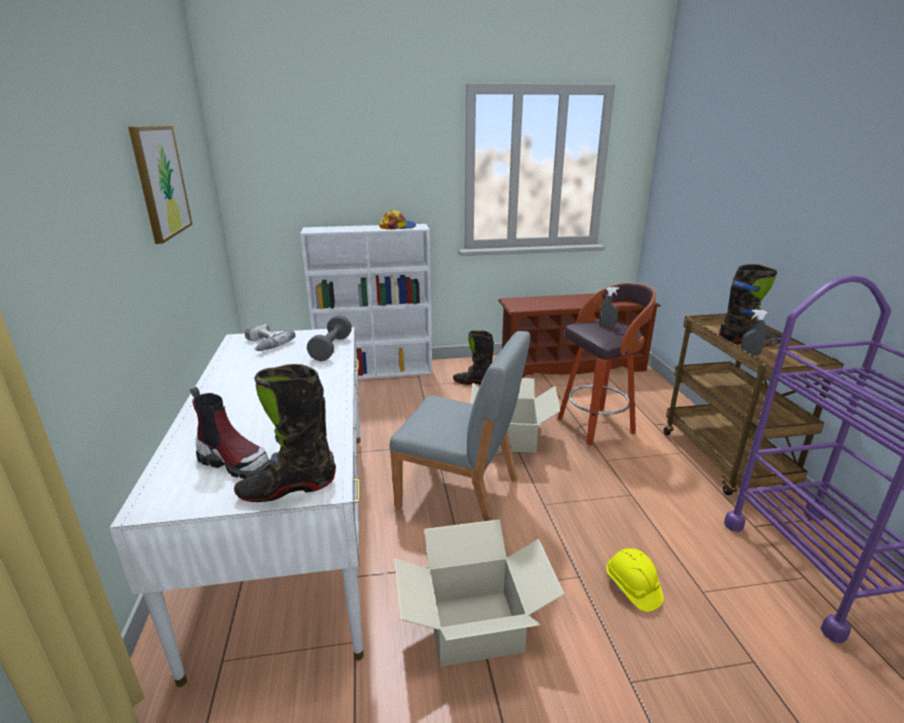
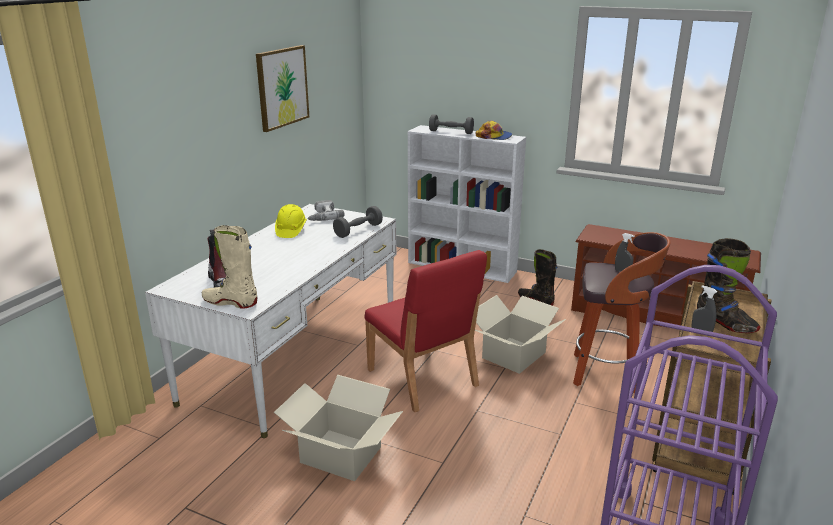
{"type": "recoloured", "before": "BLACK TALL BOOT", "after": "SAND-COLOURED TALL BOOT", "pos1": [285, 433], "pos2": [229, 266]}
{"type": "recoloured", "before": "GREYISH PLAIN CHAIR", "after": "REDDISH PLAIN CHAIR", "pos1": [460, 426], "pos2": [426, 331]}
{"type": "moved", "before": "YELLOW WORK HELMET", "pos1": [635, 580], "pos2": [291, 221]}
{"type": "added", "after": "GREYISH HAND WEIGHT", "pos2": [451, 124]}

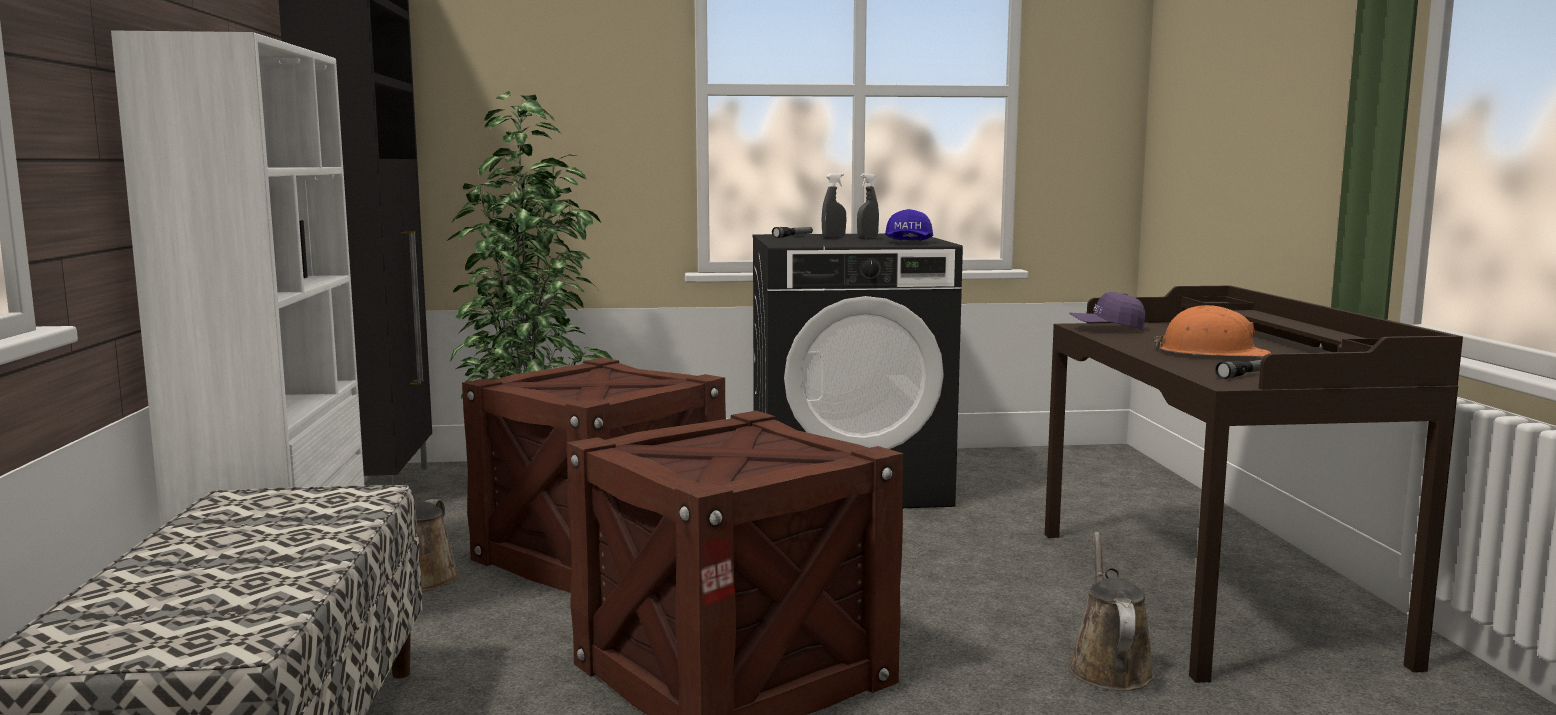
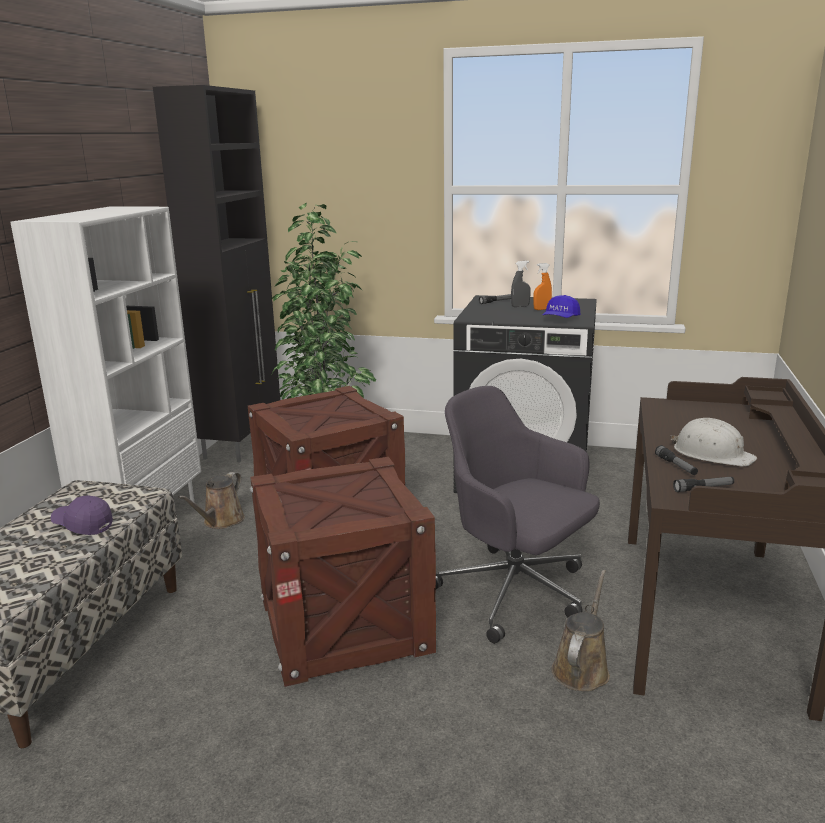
{"type": "recoloured", "before": "GREYISH SPRAY BOTTLE", "after": "ORANGE-COLOURED SPRAY BOTTLE", "pos1": [868, 206], "pos2": [542, 286]}
{"type": "moved", "before": "PURPLE PEAKED CAP", "pos1": [1107, 311], "pos2": [82, 515]}
{"type": "recoloured", "before": "ORANGE-COLOURED WORK HELMET", "after": "WHITE WORK HELMET", "pos1": [1212, 331], "pos2": [714, 442]}
{"type": "added", "after": "GREYISH OFFICE CHAIR", "pos2": [517, 515]}
{"type": "added", "after": "HAND TORCH", "pos2": [676, 460]}

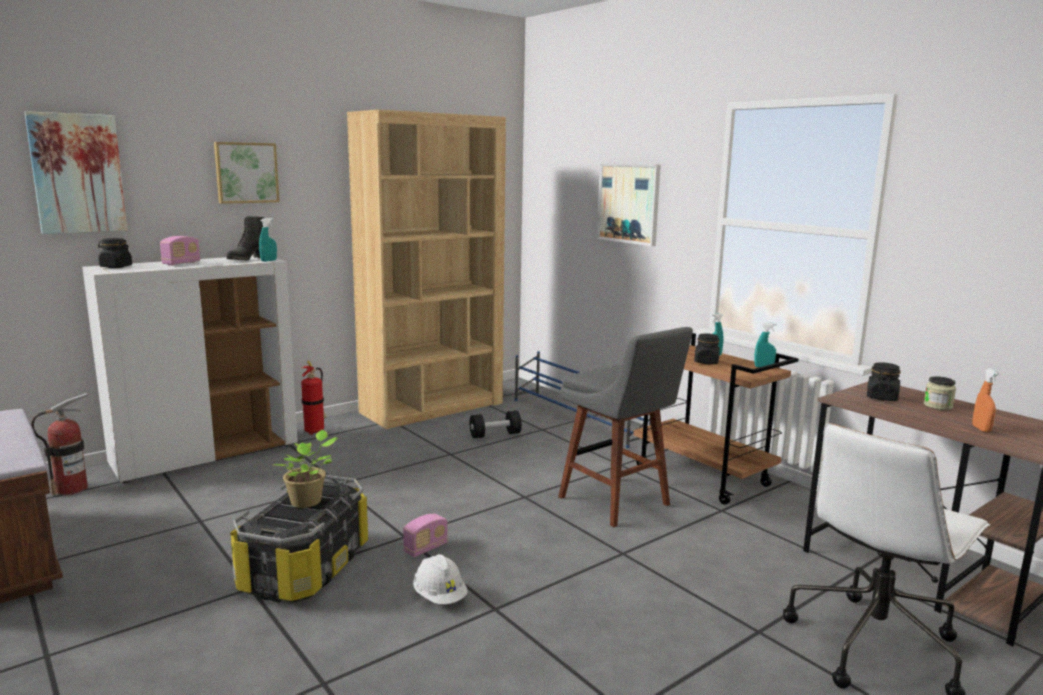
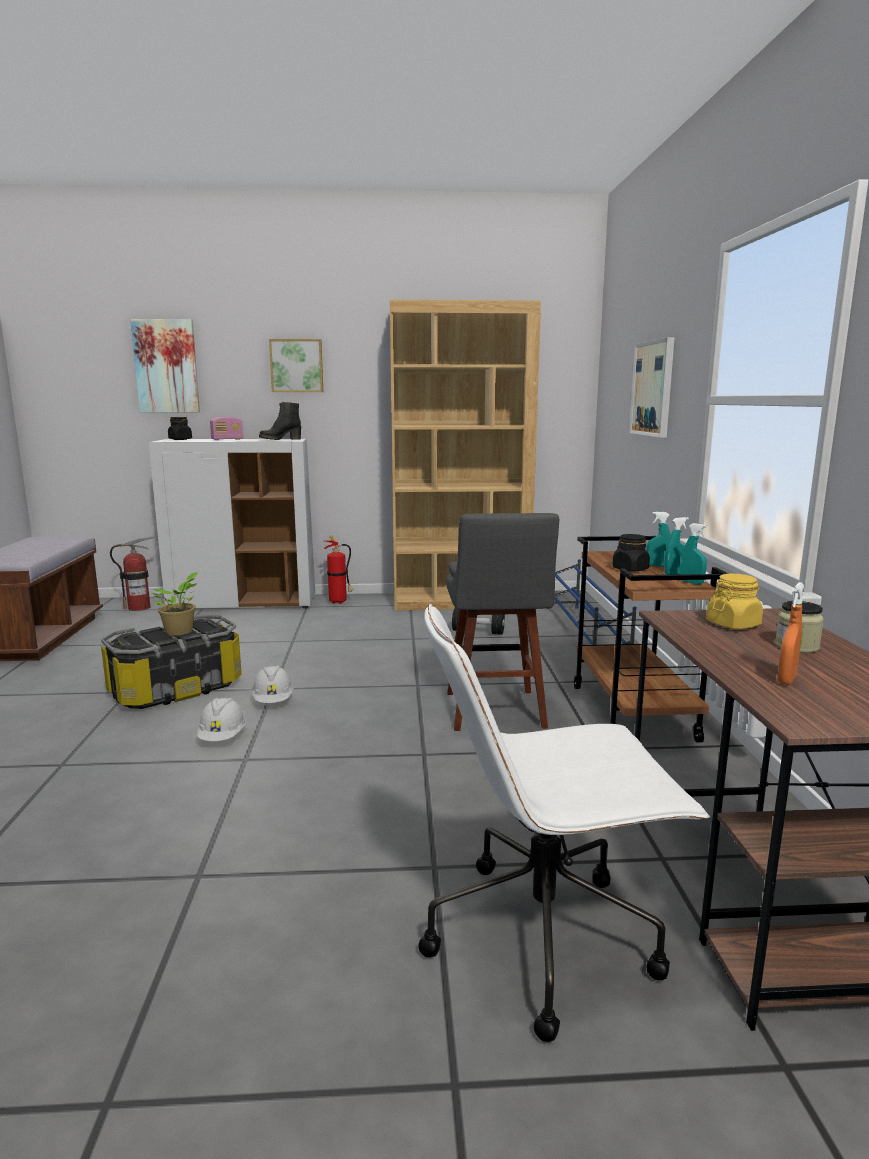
{"type": "moved", "before": "TURQUOISE-COLOURED SPRAY BOTTLE", "pos1": [268, 240], "pos2": [676, 546]}
{"type": "replaced", "before": "RADIO", "after": "WHITE WORK HELMET", "pos1": [425, 535], "pos2": [273, 684]}
{"type": "recoloured", "before": "BLACK PRESERVE JAR", "after": "YELLOW PRESERVE JAR", "pos1": [884, 381], "pos2": [734, 602]}

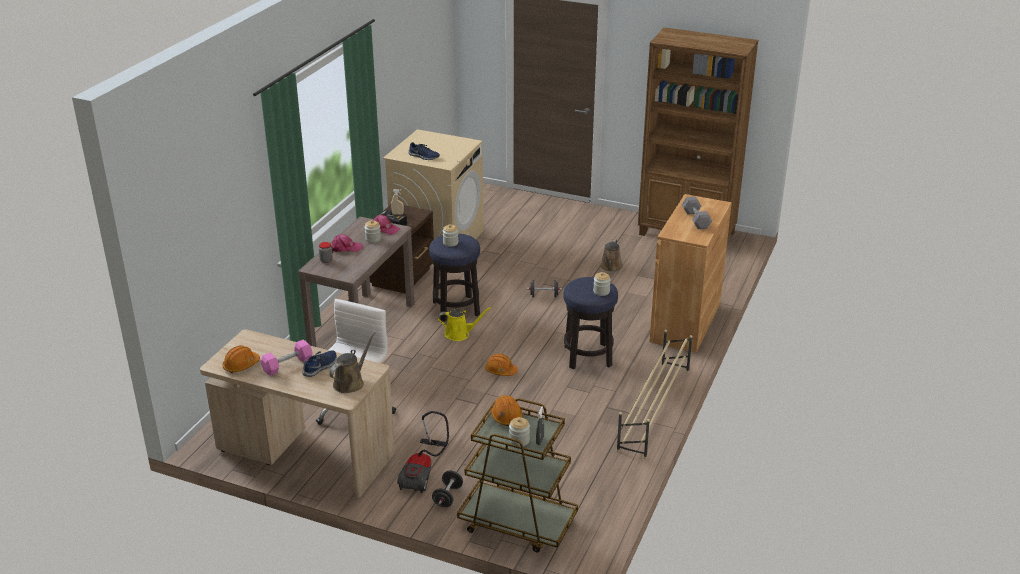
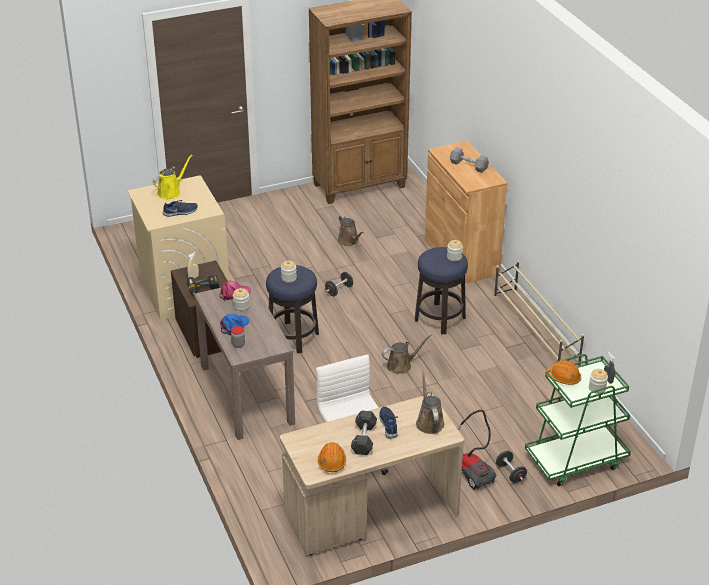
{"type": "recoloured", "before": "PINKISH HAND WEIGHT", "after": "GREYISH HAND WEIGHT", "pos1": [286, 358], "pos2": [364, 432]}
{"type": "recoloured", "before": "PINKISH PEAKED CAP", "after": "BLUE PEAKED CAP", "pos1": [347, 243], "pos2": [234, 324]}
{"type": "moved", "before": "YELLOW SPRINKLING CAN", "pos1": [465, 324], "pos2": [173, 177]}
{"type": "recoloured", "before": "BROWN WHEELED CART", "after": "GREENISH WHEELED CART", "pos1": [517, 475], "pos2": [578, 420]}
{"type": "replaced", "before": "ORANGE-COLOURED WORK HELMET", "after": "BROWN SPRINKLING CAN", "pos1": [501, 365], "pos2": [407, 354]}

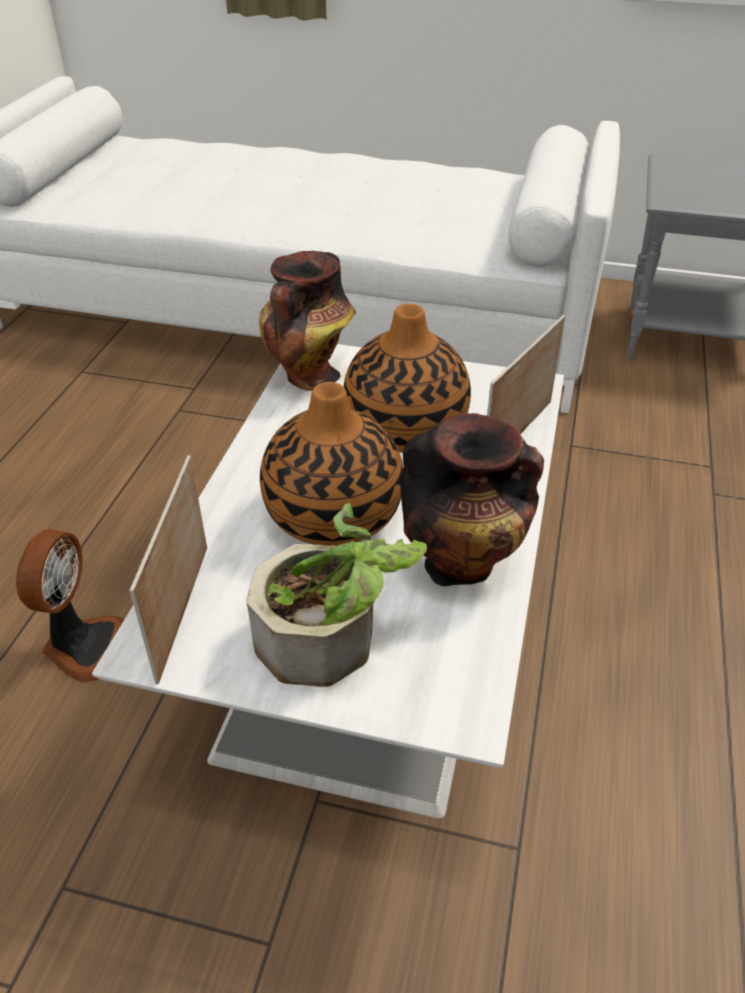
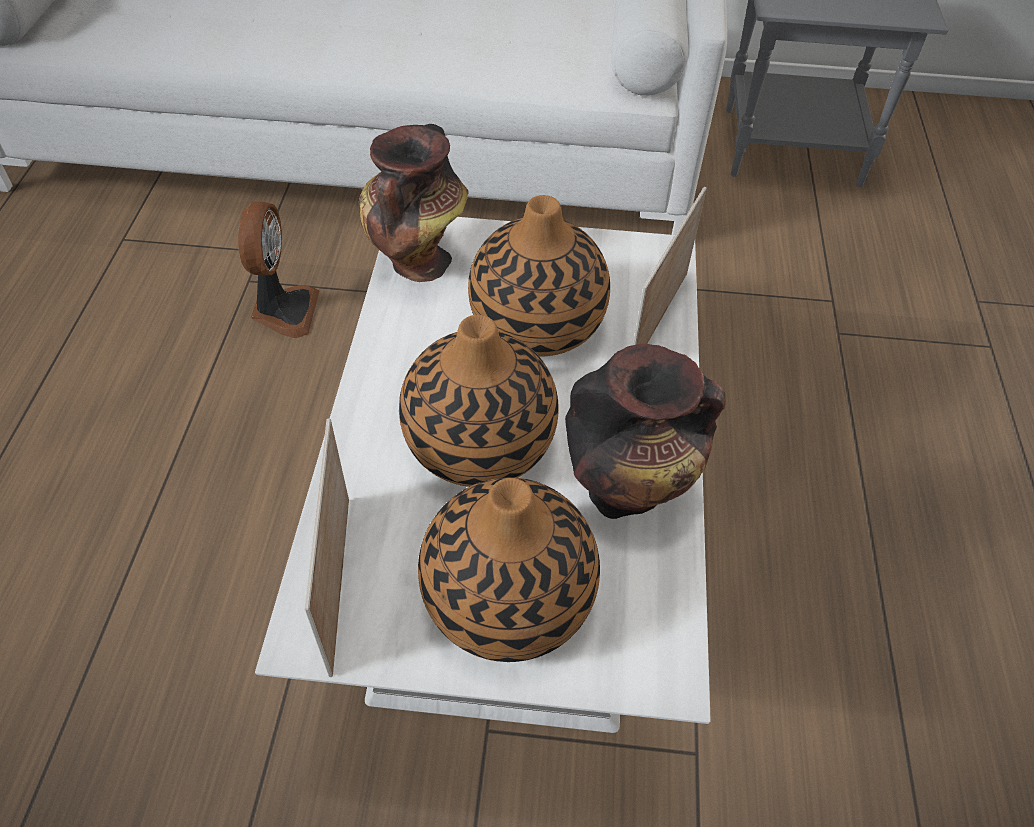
{"type": "moved", "before": "COOLING FAN", "pos1": [70, 606], "pos2": [279, 270]}
{"type": "replaced", "before": "HOUSEPLANT", "after": "FLOWER VASE", "pos1": [337, 595], "pos2": [509, 569]}

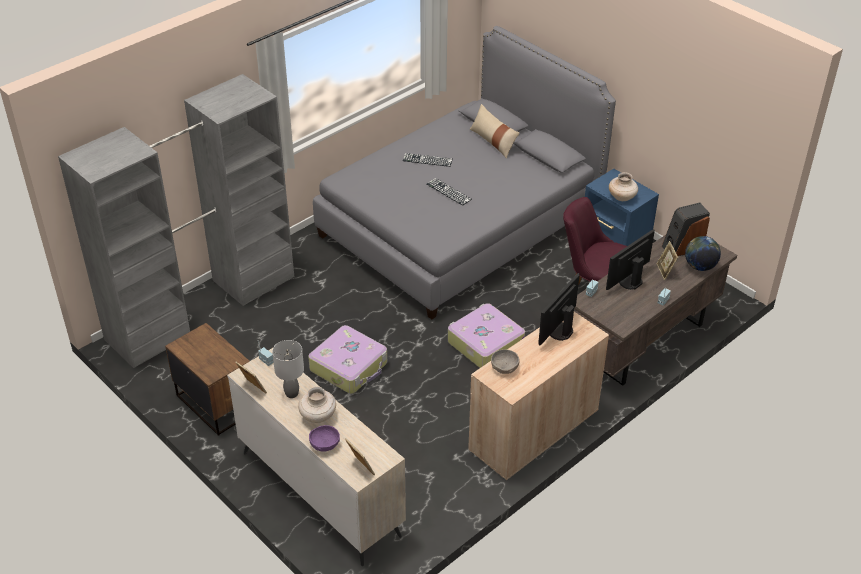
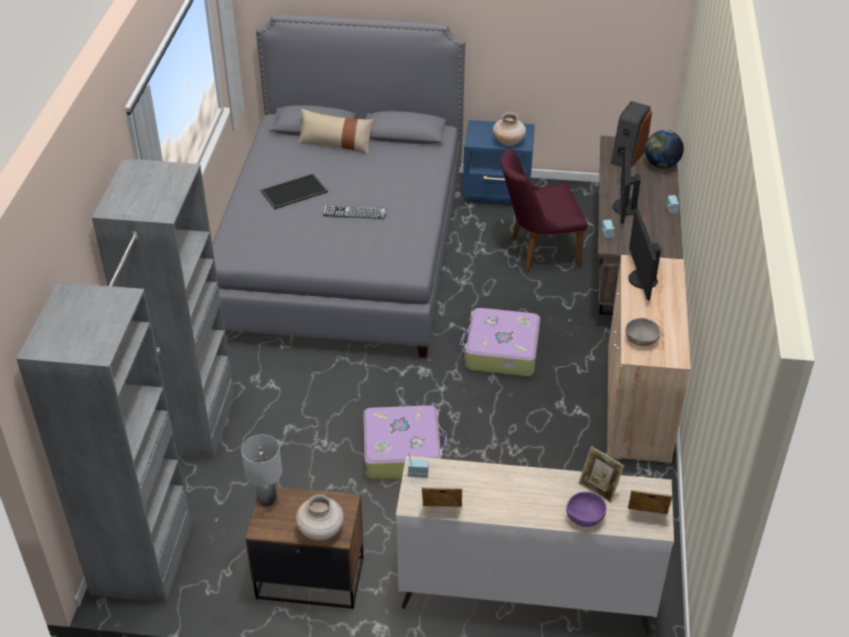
{"type": "moved", "before": "GREYISH TABLETOP LAMP", "pos1": [288, 369], "pos2": [261, 470]}
{"type": "moved", "before": "SAND-COLOURED FLOWER VASE", "pos1": [317, 405], "pos2": [320, 517]}
{"type": "replaced", "before": "KEYBOARD", "after": "SERVING TRAY", "pos1": [428, 160], "pos2": [294, 191]}
{"type": "moved", "before": "PICTURE FRAME", "pos1": [667, 260], "pos2": [601, 474]}

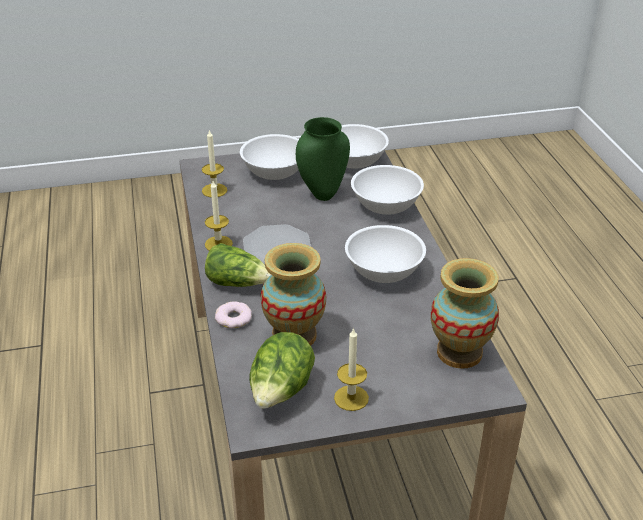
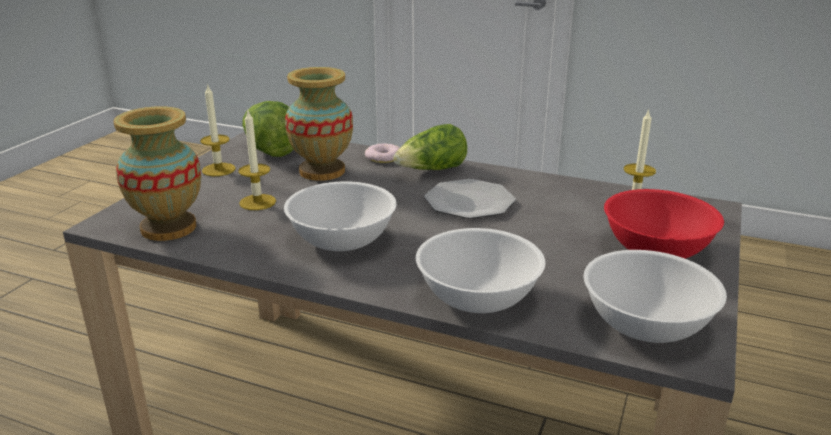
{"type": "moved", "before": "WAX LIGHT", "pos1": [219, 216], "pos2": [257, 160]}
{"type": "recoloured", "before": "WHITE SERVING BOWL", "after": "REDDISH SERVING BOWL", "pos1": [269, 157], "pos2": [664, 224]}
{"type": "removed", "before": "GREENISH FLOWER VASE", "pos1": [323, 159]}

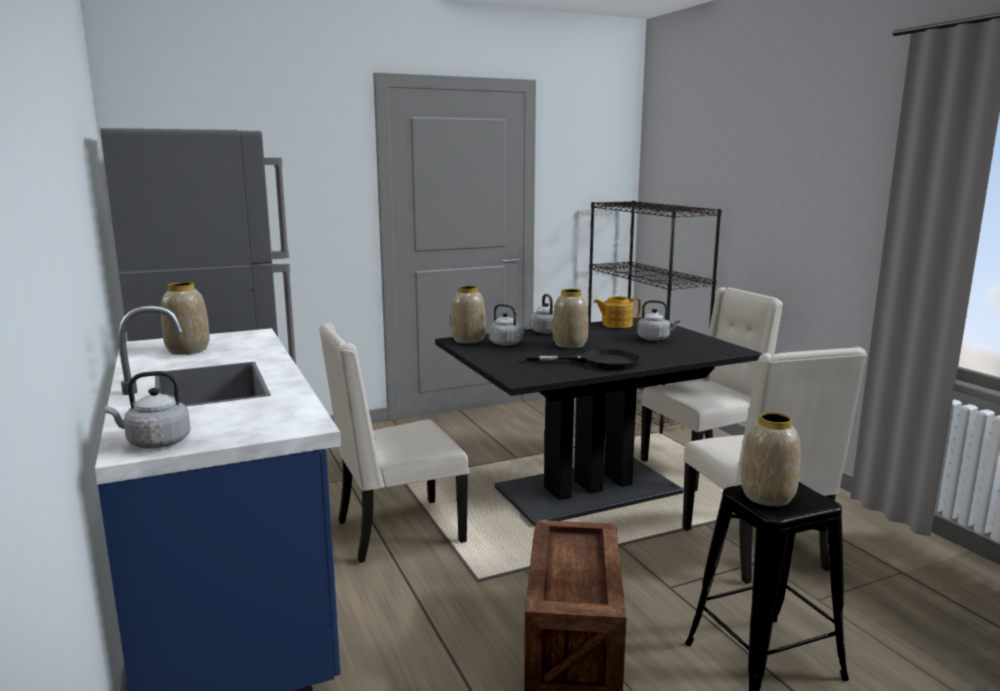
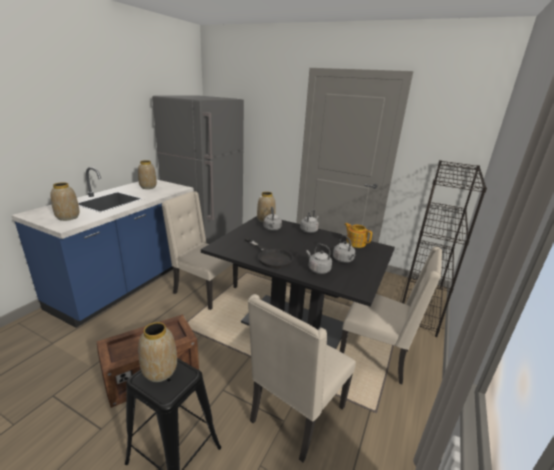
{"type": "moved", "before": "GREYISH TEA KETTLE", "pos1": [147, 409], "pos2": [319, 258]}
{"type": "moved", "before": "FLOWER VASE", "pos1": [571, 319], "pos2": [65, 201]}

